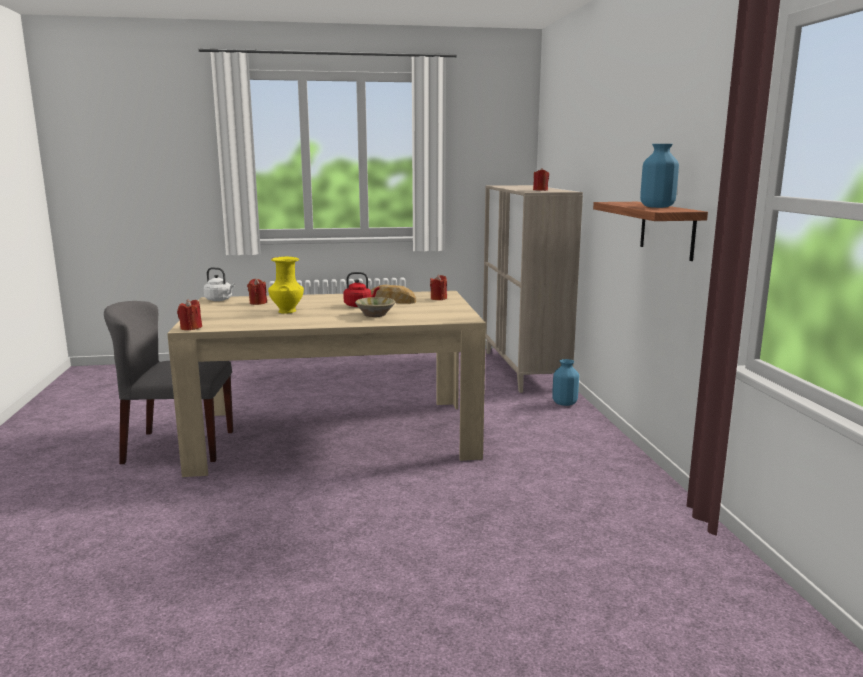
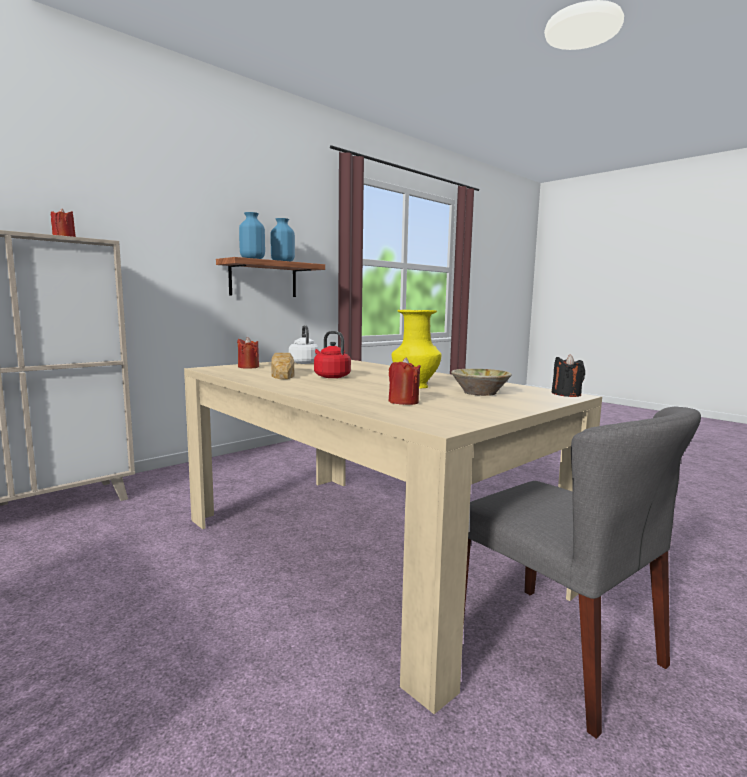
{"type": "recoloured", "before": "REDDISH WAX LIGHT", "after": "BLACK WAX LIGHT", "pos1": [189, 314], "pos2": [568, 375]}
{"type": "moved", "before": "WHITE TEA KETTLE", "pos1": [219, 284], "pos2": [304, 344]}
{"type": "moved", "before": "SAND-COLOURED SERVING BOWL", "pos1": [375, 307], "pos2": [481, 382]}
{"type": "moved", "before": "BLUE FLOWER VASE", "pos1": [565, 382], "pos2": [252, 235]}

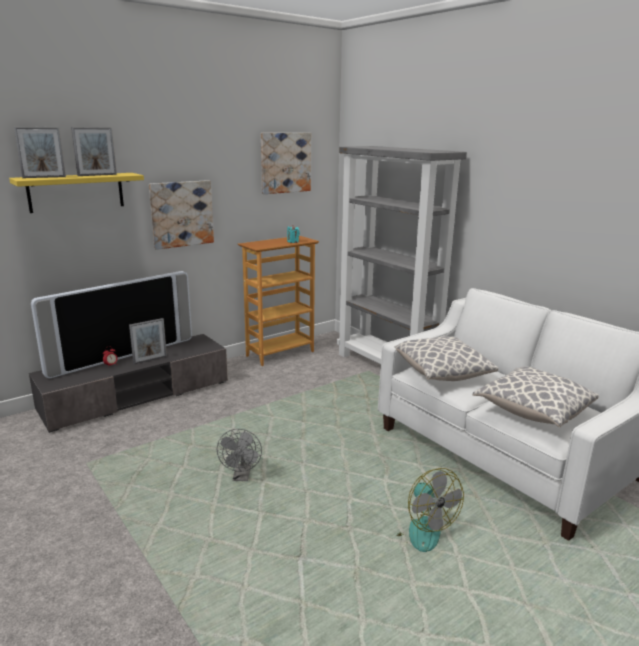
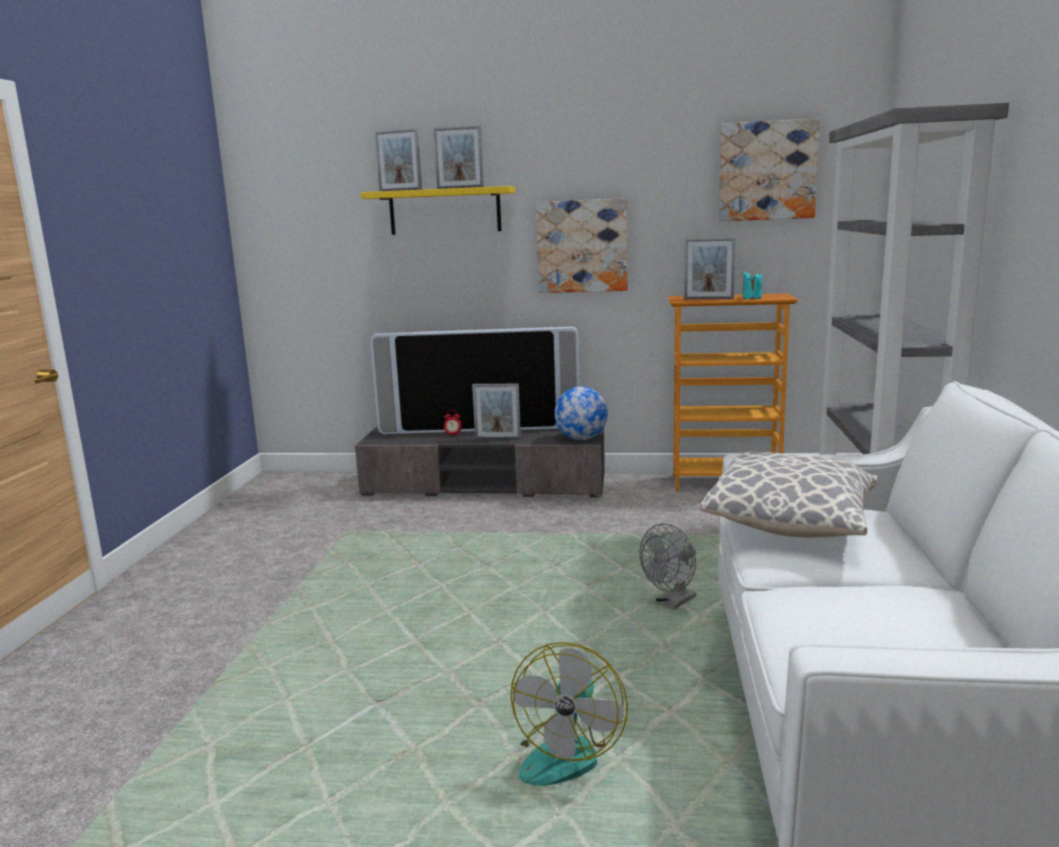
{"type": "moved", "before": "GREYISH COOLING FAN", "pos1": [239, 455], "pos2": [667, 566]}
{"type": "removed", "before": "THROW PILLOW", "pos1": [536, 397]}
{"type": "added", "after": "GLOBE", "pos2": [581, 413]}
{"type": "added", "after": "PICTURE FRAME", "pos2": [709, 268]}

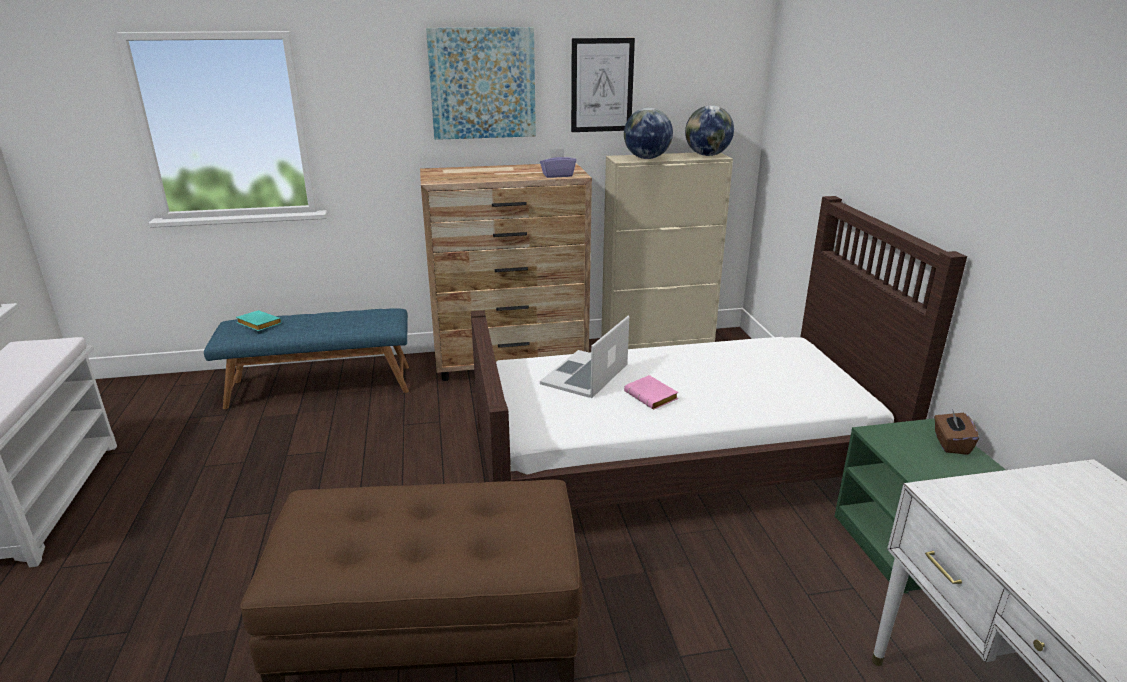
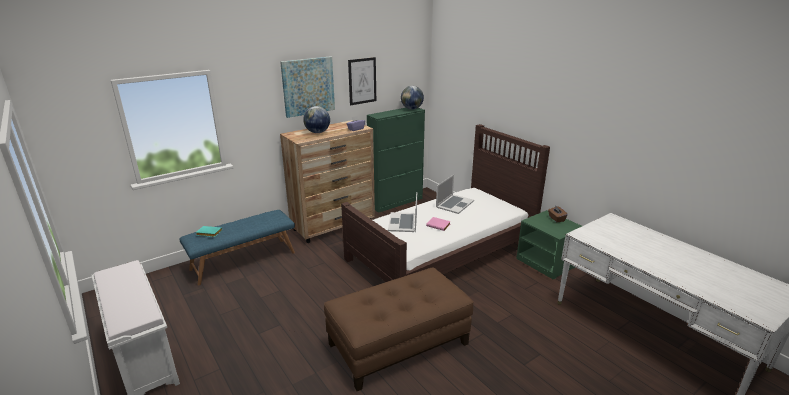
{"type": "recoloured", "before": "SAND-COLOURED CABINET", "after": "GREENISH CABINET", "pos1": [667, 251], "pos2": [396, 160]}
{"type": "moved", "before": "GLOBE", "pos1": [648, 133], "pos2": [316, 119]}
{"type": "added", "after": "NOTEBOOK COMPUTER", "pos2": [455, 194]}

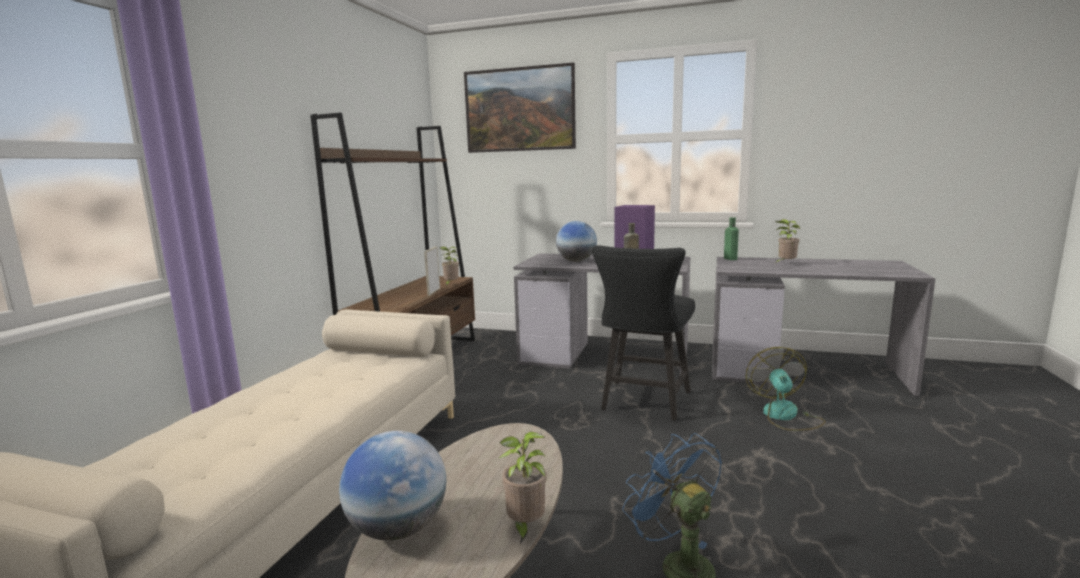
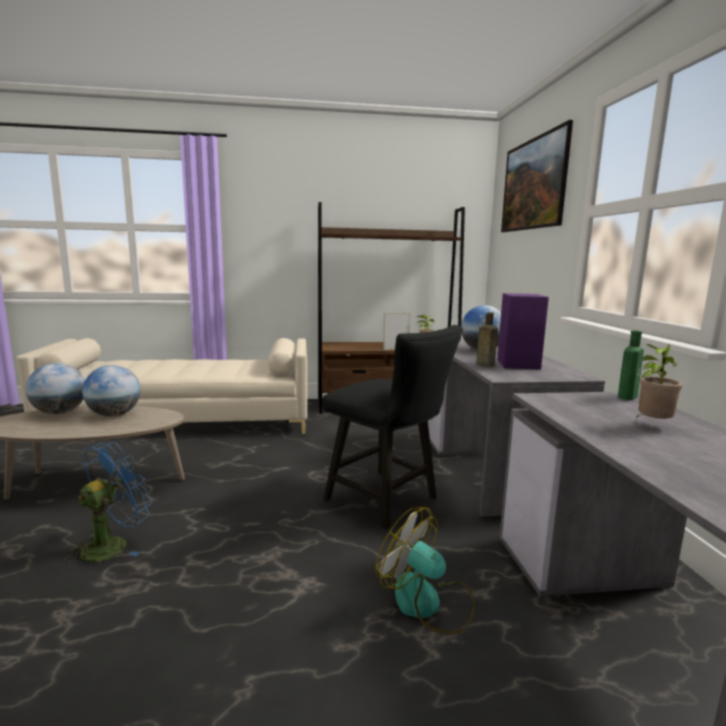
{"type": "removed", "before": "HOUSEPLANT", "pos1": [523, 488]}
{"type": "turned", "before": "BLACK PLAIN CHAIR", "pos1": [643, 333], "pos2": [392, 427], "turn": -135}
{"type": "turned", "before": "COOLING FAN", "pos1": [786, 389], "pos2": [425, 570], "turn": -120}
{"type": "added", "after": "GLOBE", "pos2": [111, 391]}

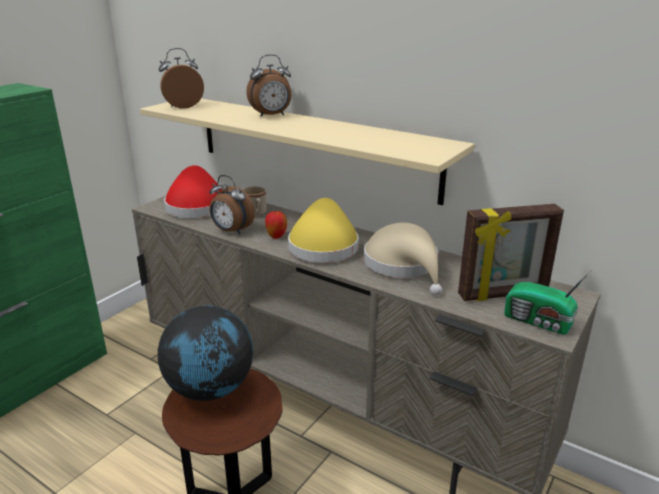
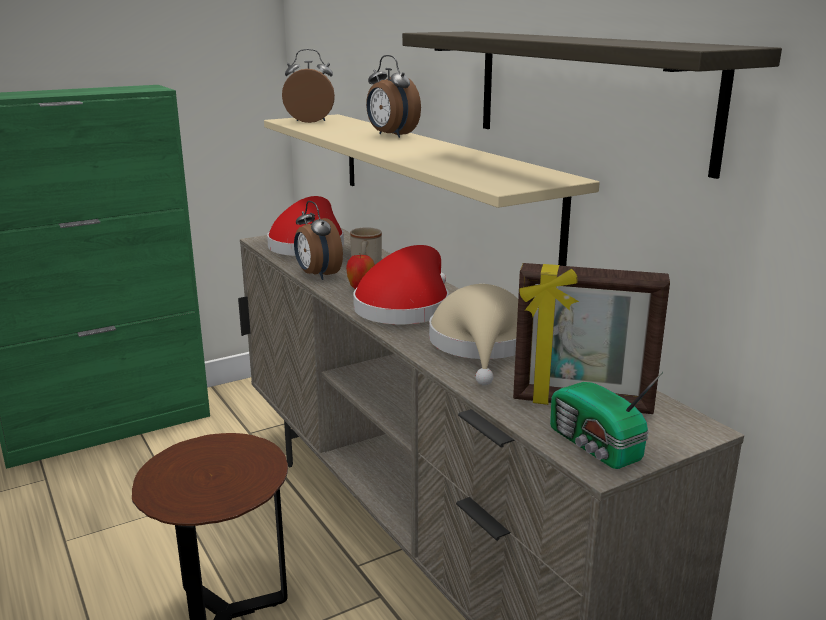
{"type": "removed", "before": "GLOBE", "pos1": [205, 353]}
{"type": "turned", "before": "BEDSIDE CLOCK", "pos1": [268, 85], "pos2": [393, 96], "turn": 45}
{"type": "recoloured", "before": "YELLOW HAT", "after": "REDDISH HAT", "pos1": [323, 230], "pos2": [401, 284]}
{"type": "added", "after": "SHELF", "pos2": [592, 105]}

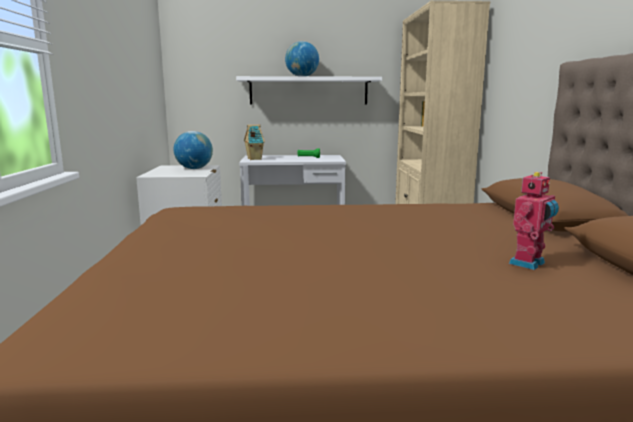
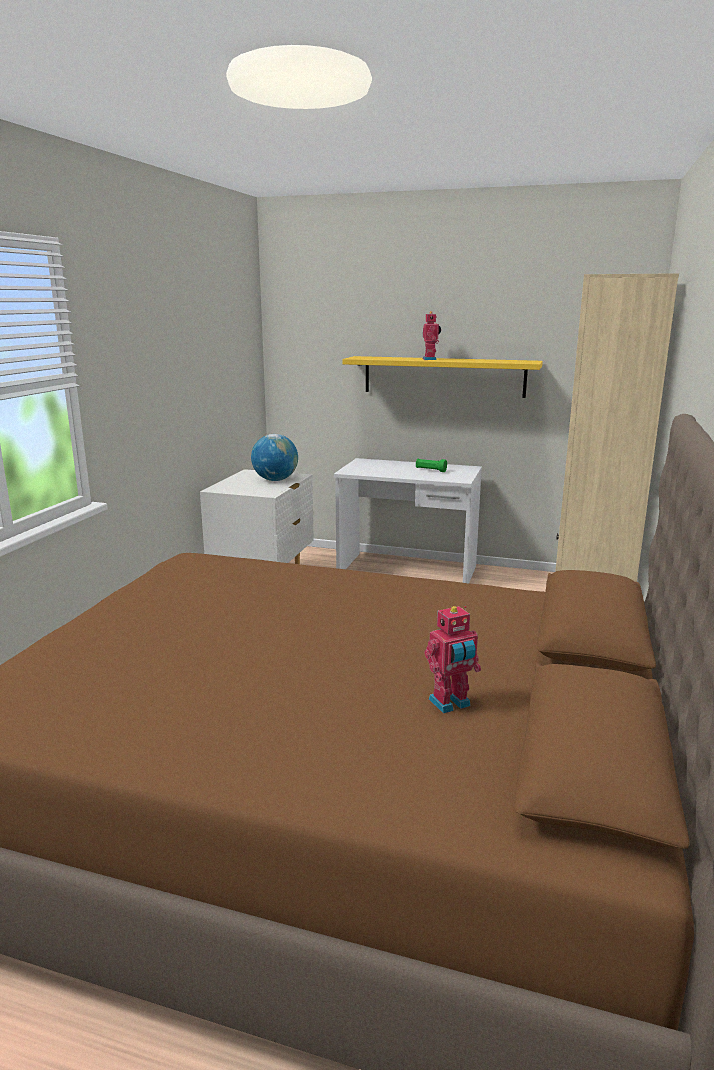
{"type": "recoloured", "before": "WHITE SHELF", "after": "YELLOW SHELF", "pos1": [309, 90], "pos2": [442, 377]}
{"type": "removed", "before": "MINIATURE HOUSE", "pos1": [254, 142]}
{"type": "replaced", "before": "GLOBE", "after": "ROBOT FIGURE", "pos1": [302, 59], "pos2": [432, 335]}

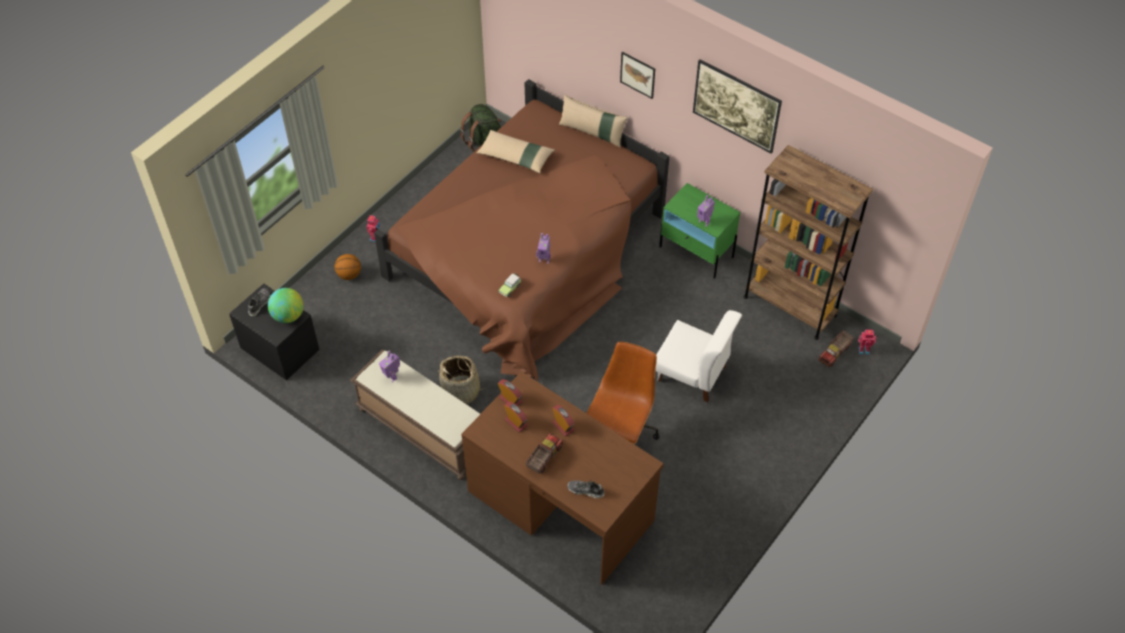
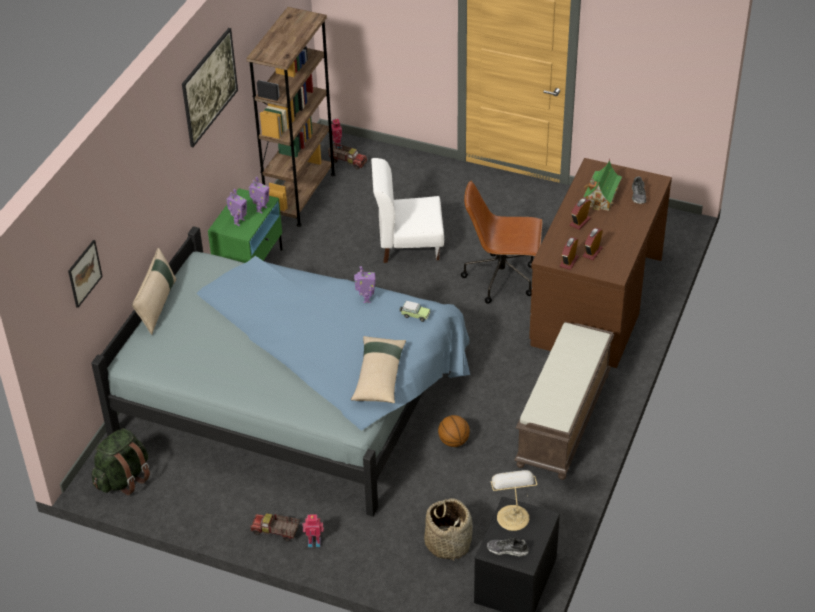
{"type": "replaced", "before": "GLOBE", "after": "TABLETOP LAMP", "pos1": [286, 305], "pos2": [514, 500]}
{"type": "moved", "before": "BALL FOR BASKETBALL", "pos1": [347, 267], "pos2": [454, 431]}
{"type": "recoloured", "before": "BROWN BEDROOM BED", "after": "BLUE BEDROOM BED", "pos1": [522, 230], "pos2": [280, 371]}
{"type": "moved", "before": "ROBOT FIGURE", "pos1": [389, 366], "pos2": [236, 207]}
{"type": "moved", "before": "STORAGE BASKET", "pos1": [462, 380], "pos2": [448, 529]}
{"type": "moved", "before": "SAND-COLOURED THROW PILLOW", "pos1": [515, 151], "pos2": [378, 369]}
{"type": "moved", "before": "TOY LORRY", "pos1": [544, 453], "pos2": [275, 527]}
{"type": "moved", "before": "WALL PICTURE", "pos1": [637, 75], "pos2": [85, 274]}
{"type": "turned", "before": "WHITE PLAIN CHAIR", "pos1": [699, 356], "pos2": [407, 210], "turn": -105}
{"type": "added", "after": "MINIATURE HOUSE", "pos2": [602, 185]}

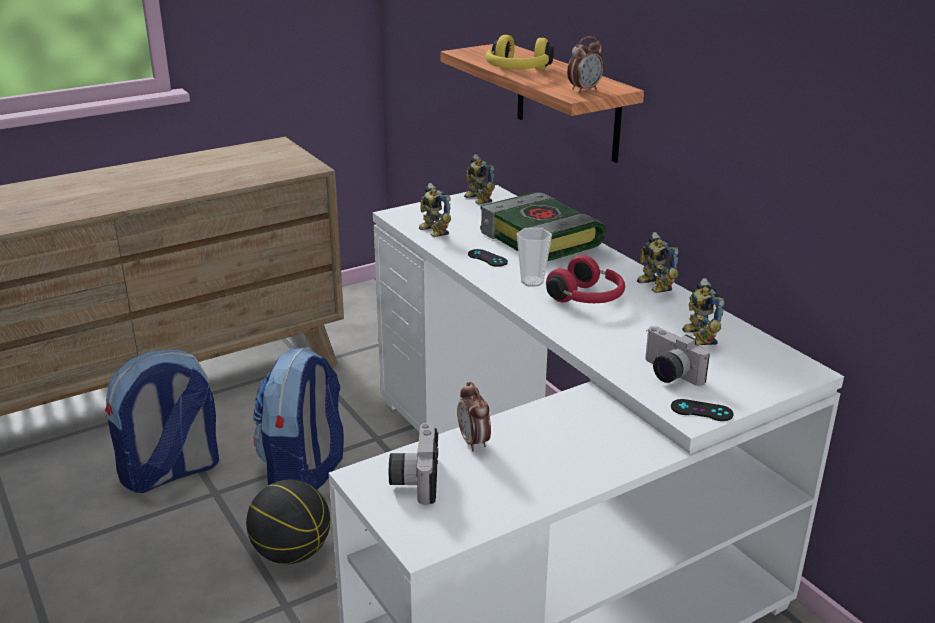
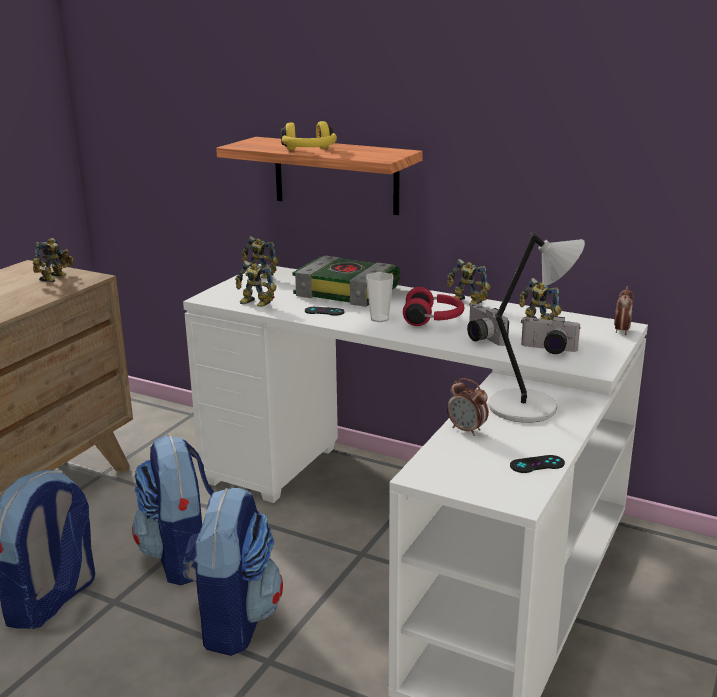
{"type": "replaced", "before": "BALL FOR BASKETBALL", "after": "KNAPSACK", "pos1": [288, 522], "pos2": [233, 571]}
{"type": "moved", "before": "STILL CAMERA", "pos1": [413, 463], "pos2": [488, 324]}
{"type": "moved", "before": "BEDSIDE CLOCK", "pos1": [585, 64], "pos2": [623, 310]}
{"type": "moved", "before": "BLACK GAMEPAD", "pos1": [702, 410], "pos2": [537, 464]}
{"type": "added", "after": "ROBOT FIGURE", "pos2": [53, 260]}
{"type": "added", "after": "GREYISH TABLETOP LAMP", "pos2": [536, 327]}

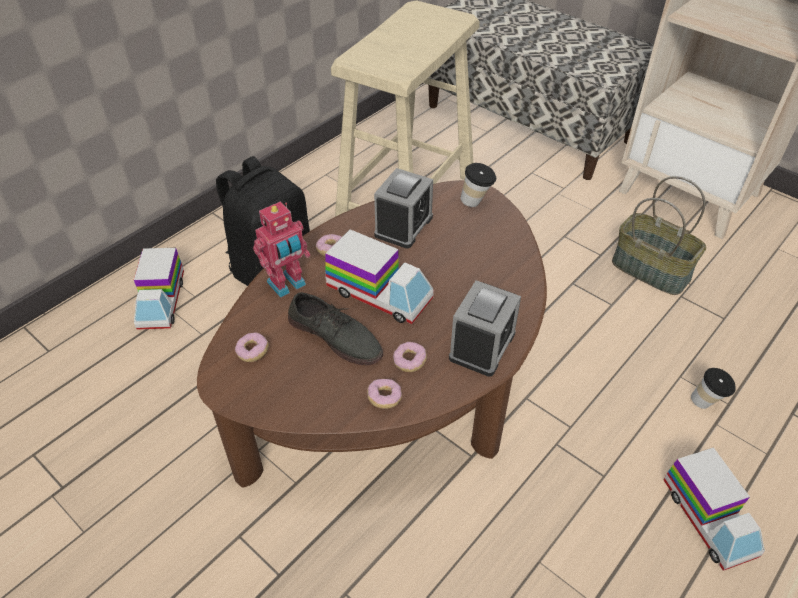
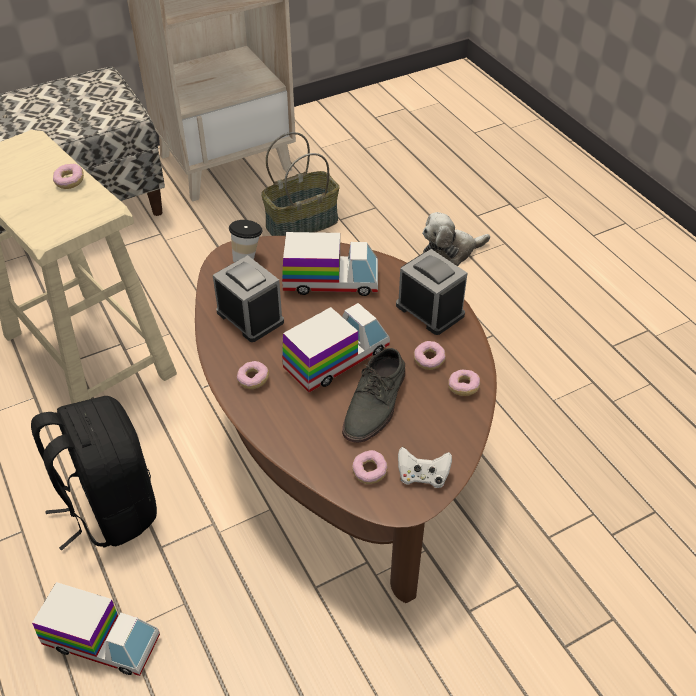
{"type": "removed", "before": "ROBOT FIGURE", "pos1": [281, 250]}
{"type": "turned", "before": "GREYISH SHOE", "pos1": [335, 329], "pos2": [373, 395], "turn": 150}
{"type": "moved", "before": "TOY LORRY", "pos1": [714, 509], "pos2": [330, 264]}
{"type": "replaced", "before": "DRINKING CUP", "after": "SOFT TOY", "pos1": [713, 388], "pos2": [456, 239]}
{"type": "added", "after": "RING DOUGHNUT", "pos2": [68, 176]}
{"type": "added", "after": "WHITE GAMEPAD", "pos2": [425, 467]}

